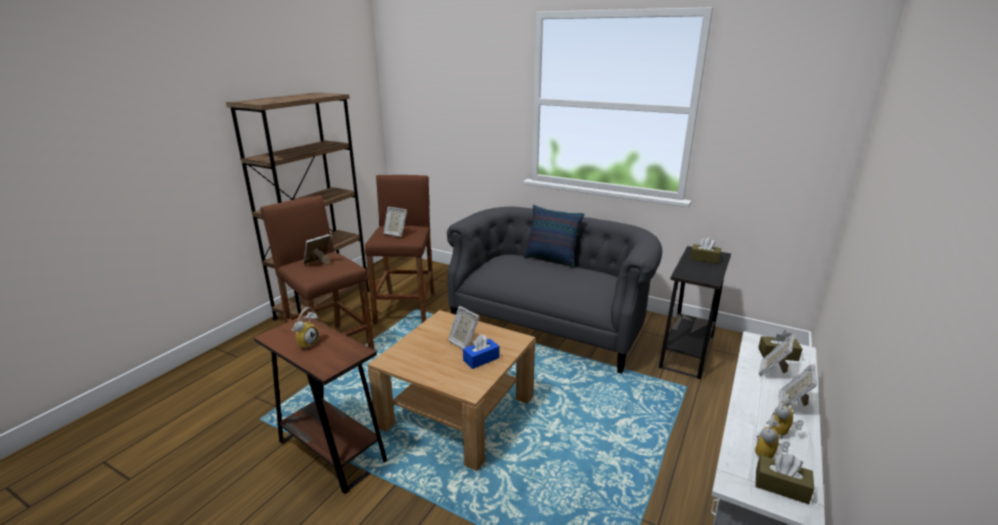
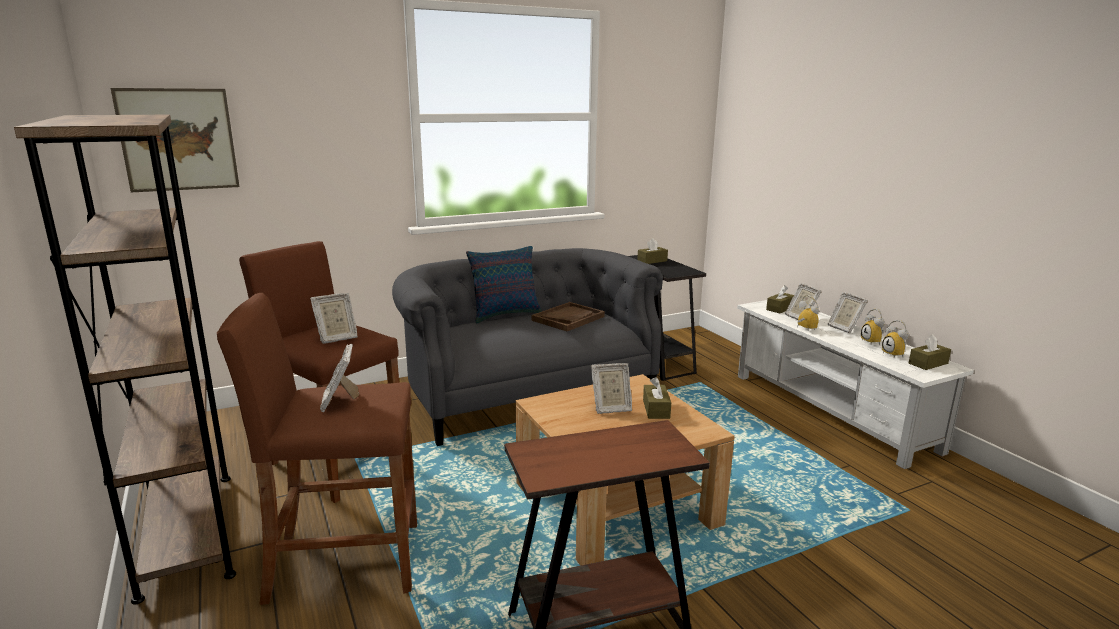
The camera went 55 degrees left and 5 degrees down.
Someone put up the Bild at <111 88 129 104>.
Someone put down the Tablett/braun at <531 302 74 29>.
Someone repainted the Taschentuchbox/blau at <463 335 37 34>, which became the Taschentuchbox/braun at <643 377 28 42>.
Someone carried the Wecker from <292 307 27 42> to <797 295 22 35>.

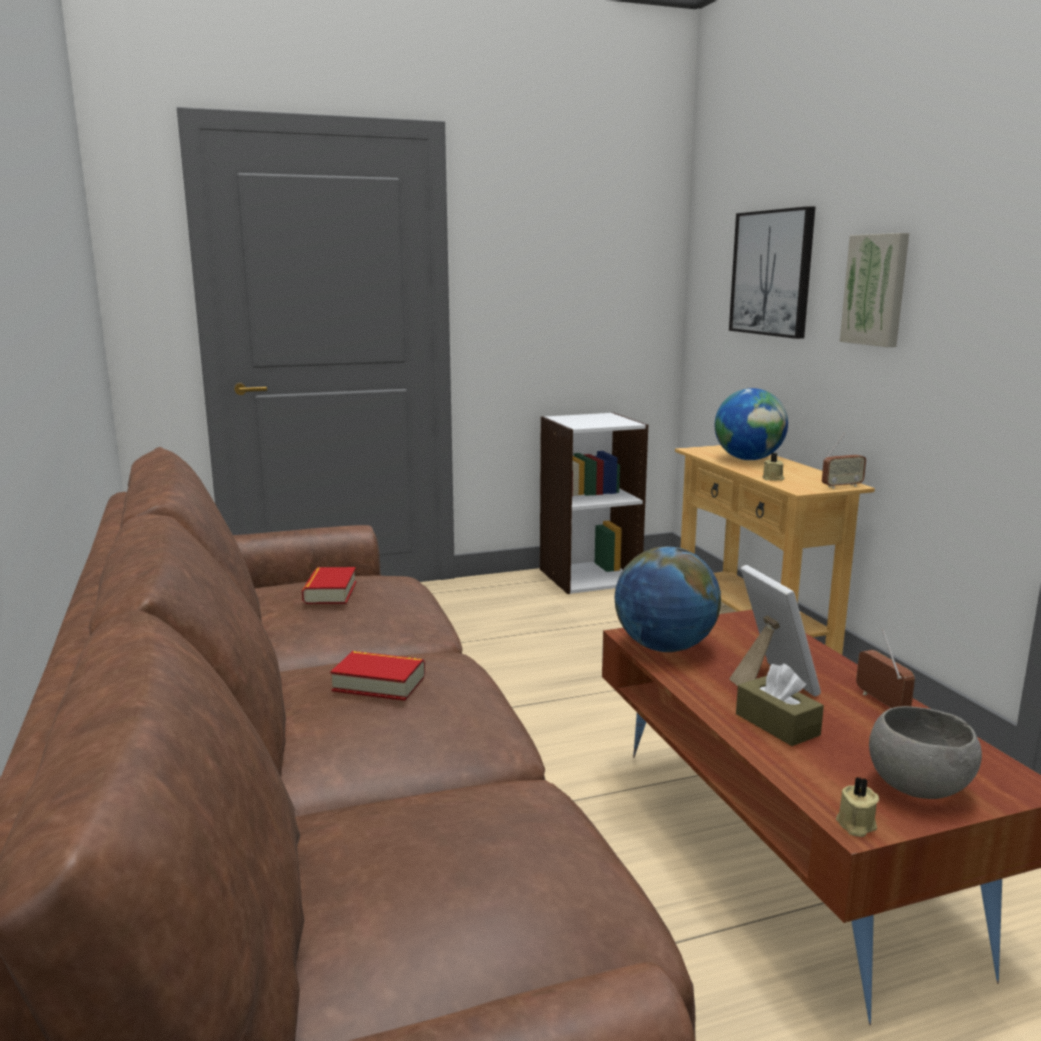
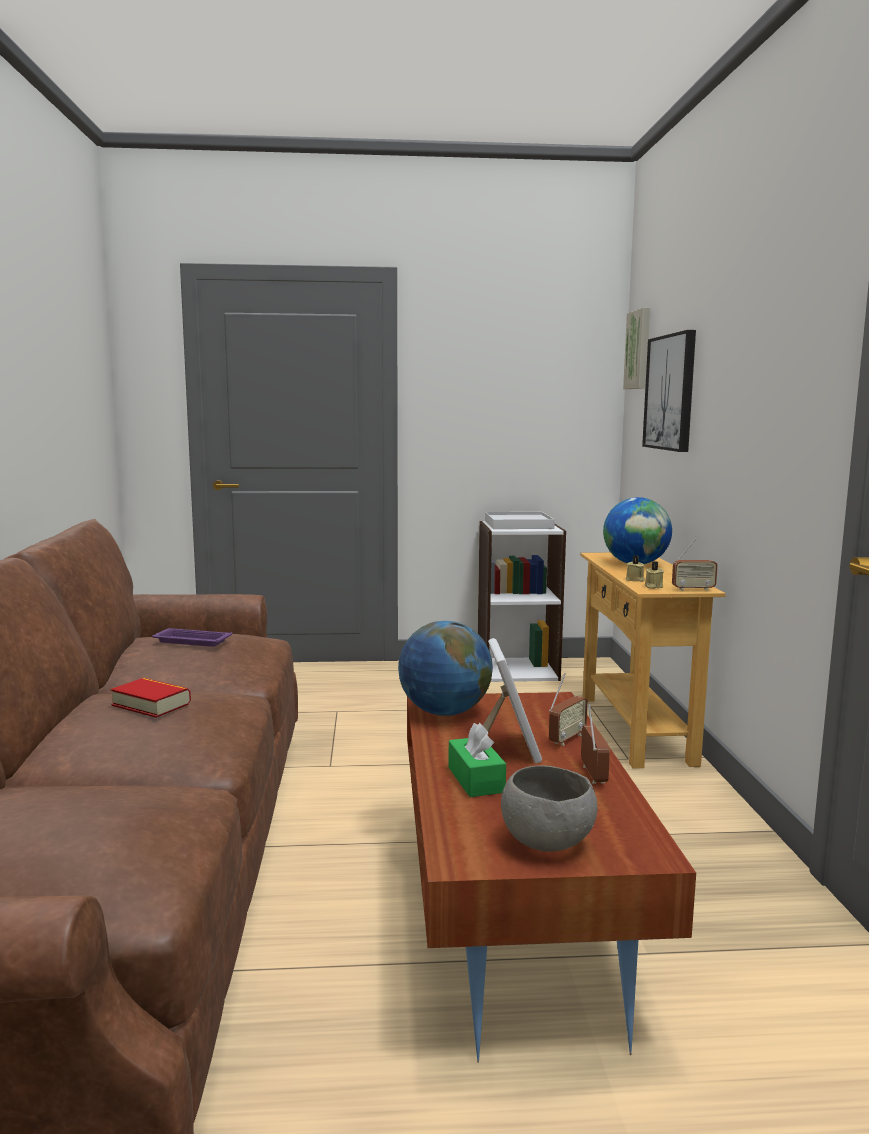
The camera went 15 degrees right and 5 degrees down.
Someone swapped the Buch at <302 567 54 37> for the Tablett/lila at <152 628 80 19>.
Someone repainted the Taschentuchbox/braun at <736 664 88 82>, which became the Taschentuchbox/grün at <448 723 58 74>.
Someone put down the Tablett/weiß at <485 512 70 17>.
Someone put down the Radio at <549 673 39 73>.
Someone carried the Bild from <840 233 69 114> to <623 308 27 81>.
Someone carried the Kerze/beige from <836 777 43 60> to <645 561 19 28>.

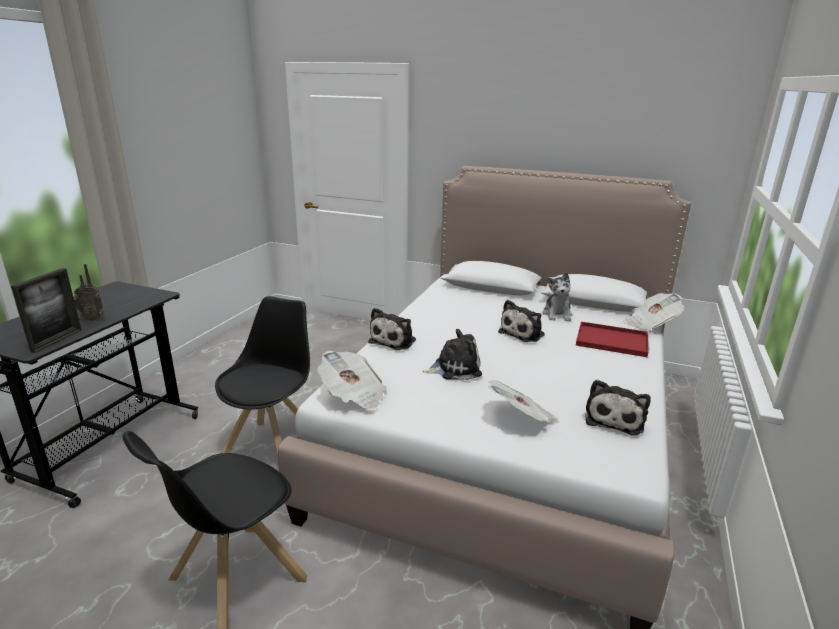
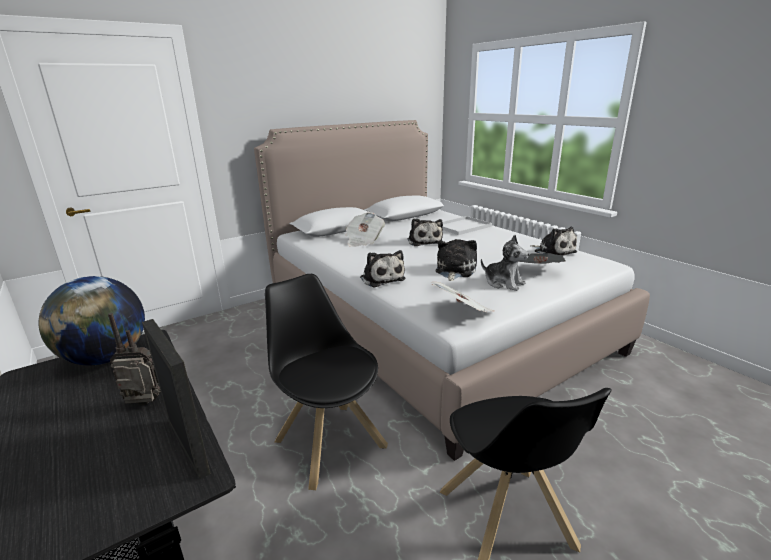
The camera went 55 degrees left and 0 degrees up.
Someone put down the Globus at <38 276 107 90>.
Someone rotated the Radio at <74 264 30 57> by 120 degrees counterclockwise.
Someone carried the Zeitung from <624 293 60 37> to <345 212 40 35>.
Someone repainted the Tablett/rot at <576 322 72 35>, which became the Tablett/weiß at <442 216 50 19>.
Someone carried the Plüschtier from <543 272 29 49> to <481 235 48 56>.

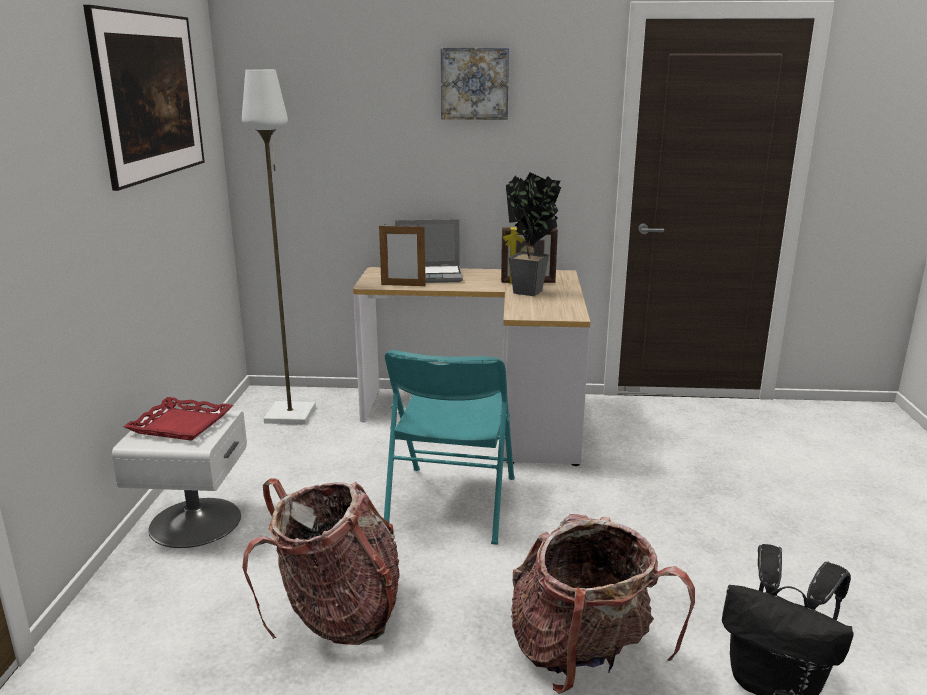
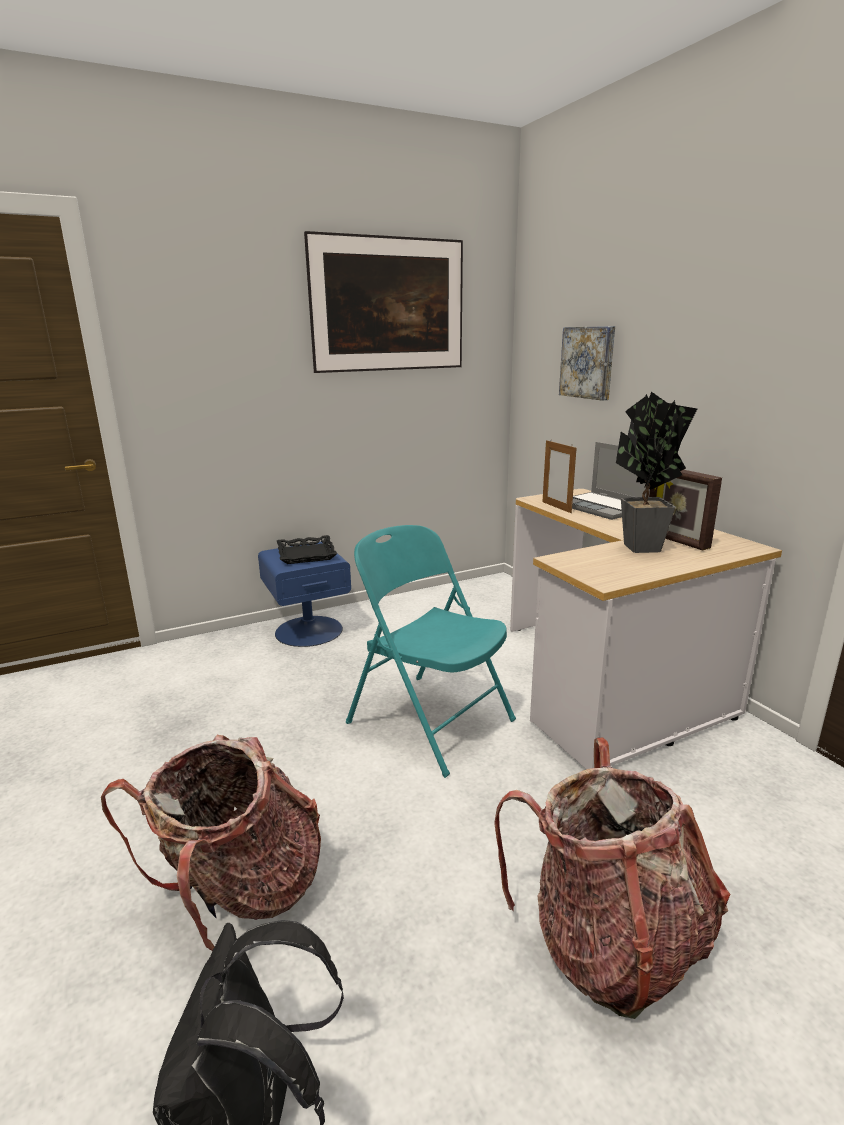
The camera went 60 degrees right and 0 degrees up.
Someone repainted the Nachttisch/weiß at <112 409 135 139>, which became the Nachttisch/blau at <258 542 93 105>.
Someone repainted the Tablett/rot at <123 397 110 44>, which became the Tablett/schwarz at <277 535 60 29>.
Someone rotated the Stuhl/türkis at <384 350 131 195> by 60 degrees clockwise.
Someone carried the Rucksack from <242 479 158 166> to <494 738 236 281>.
Someone carried the Bild from <441 48 68 72> to <559 326 56 75>.
Someone took away the Stehlampe/weiß at <242 70 74 355>.

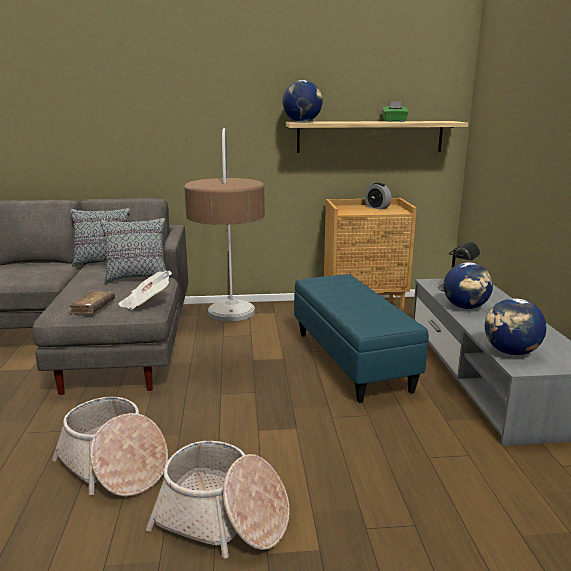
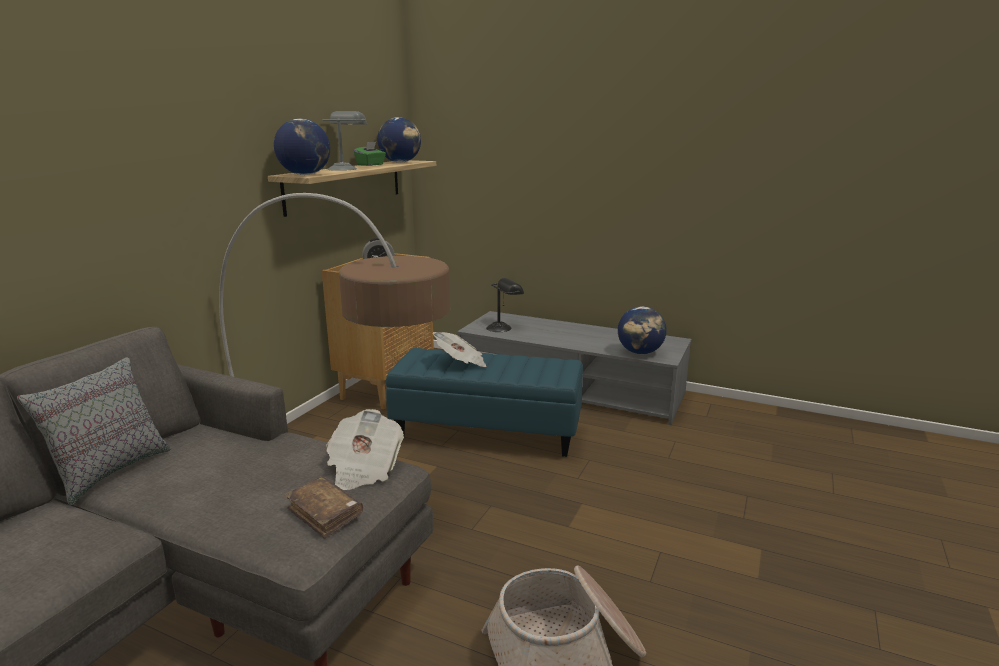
The camera went 60 degrees left and 0 degrees up.
Someone put down the Tischlampe/grau at <323 111 44 60>.
Someone carried the Globus from <444 262 49 47> to <377 117 44 46>.
Someone put down the Zeitung at <433 332 53 35>.
Someone took away the Kissen/grau at <100 218 66 66>.
Someone took away the Korb at <146 441 144 118>.

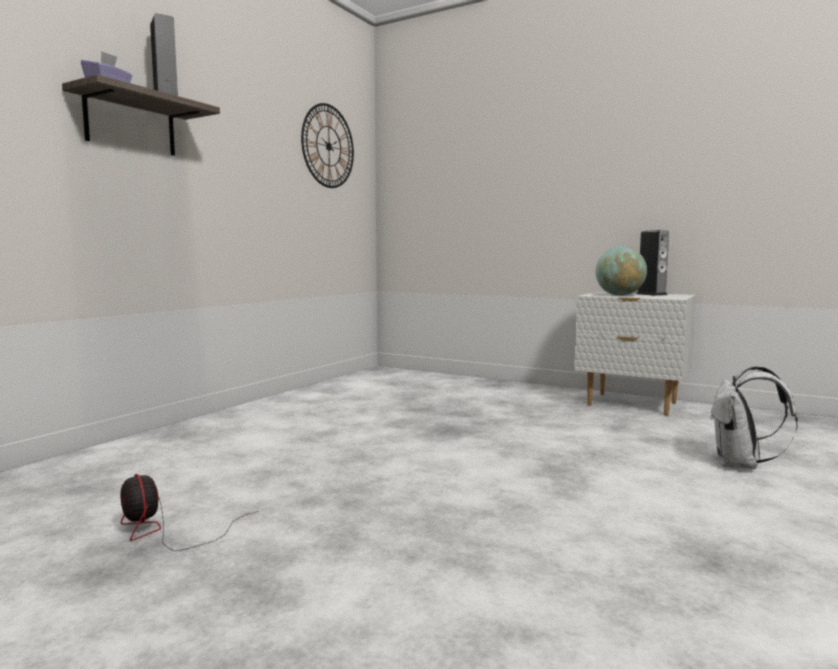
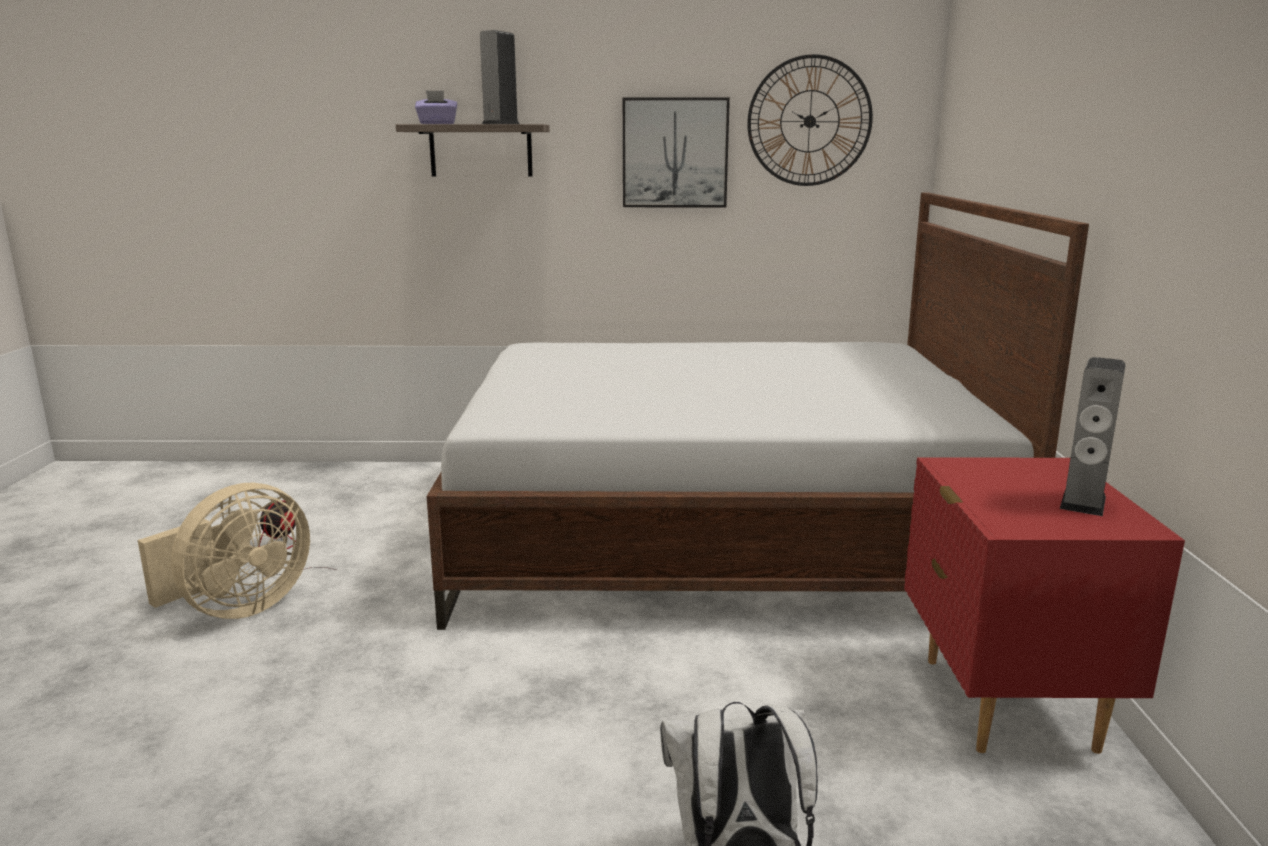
The camera went 60 degrees right and 10 degrees up.
Someone put down the Ventilator/beige at <138 483 172 136>.
Someone put down the Bett at <427 193 662 437>.
Someone put up the Bild at <623 98 107 109>.
Someone repainted the Nachttisch/weiß at <574 292 122 124>, which became the Nachttisch/rot at <904 457 281 297>.
Someone took away the Globus at <596 247 51 49>.

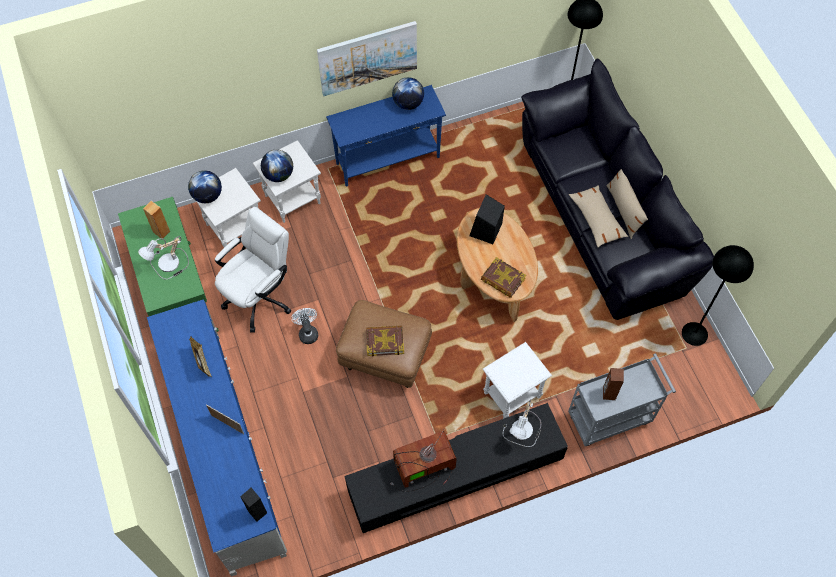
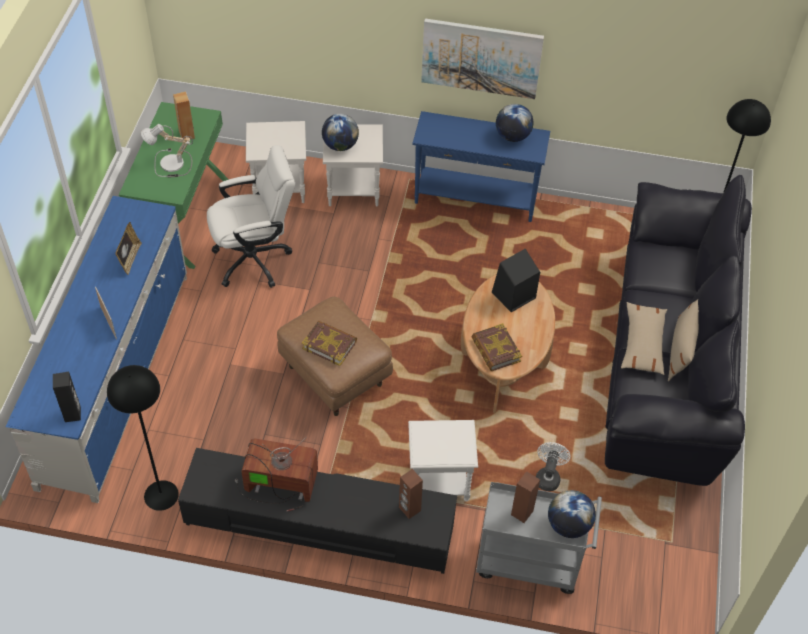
The camera went 30 degrees right and 10 degrees down.
Someone carried the Stehlampe/schwarz from <682 245 72 101> to <107 365 72 146>.
Someone swapped the Tischlampe at <503 399 38 48> for the Lautsprecher/braun at <399 469 24 50>.
Someone carried the Ventilator/weiß from <291 308 27 36> to <536 442 34 49>.
Someone carried the Globus from <188 170 34 33> to <548 490 48 48>.

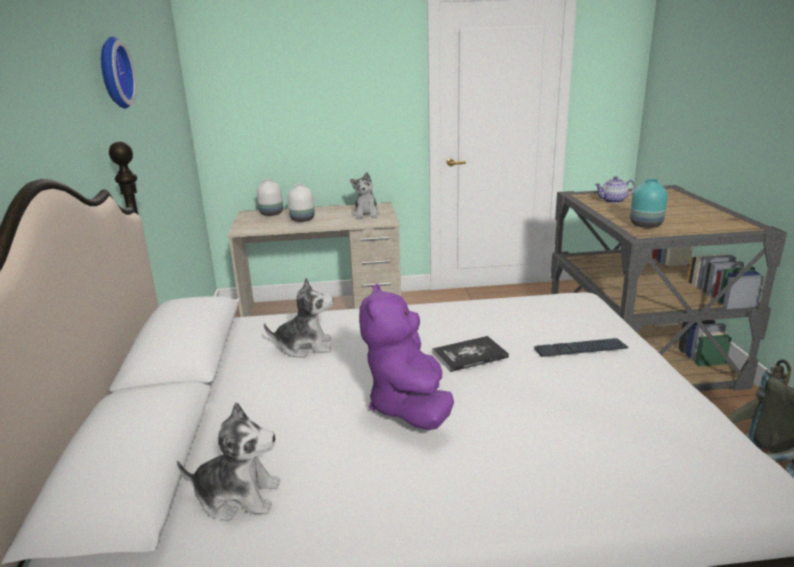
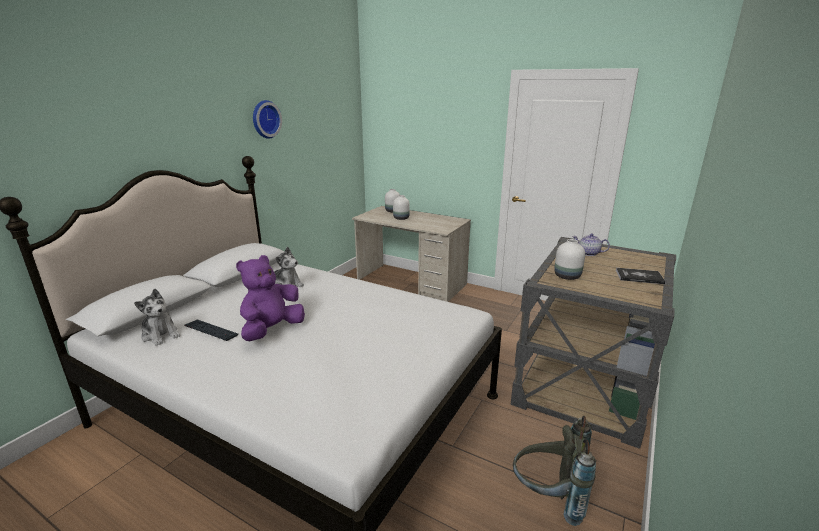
The camera went 35 degrees right and 0 degrees up.
Someone carried the Tastatur from <534 338 94 19> to <184 319 54 22>.
Someone repainted the Vase/türkis at <630 179 38 49>, which became the Vase/weiß at <554 239 31 41>.
Someone carried the Buch from <432 336 77 36> to <616 268 50 16>.
Someone took away the Plüschtier at <350 172 30 47>.

